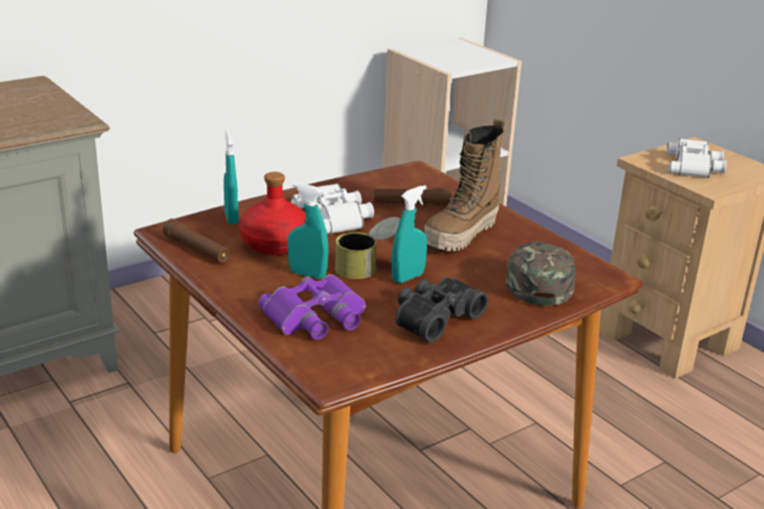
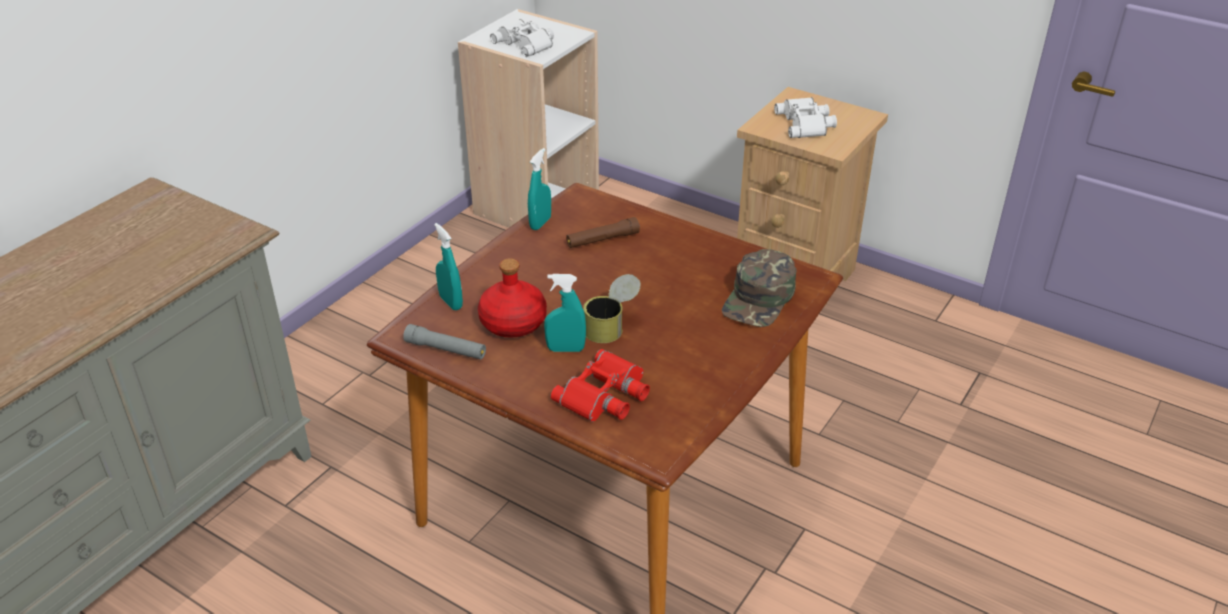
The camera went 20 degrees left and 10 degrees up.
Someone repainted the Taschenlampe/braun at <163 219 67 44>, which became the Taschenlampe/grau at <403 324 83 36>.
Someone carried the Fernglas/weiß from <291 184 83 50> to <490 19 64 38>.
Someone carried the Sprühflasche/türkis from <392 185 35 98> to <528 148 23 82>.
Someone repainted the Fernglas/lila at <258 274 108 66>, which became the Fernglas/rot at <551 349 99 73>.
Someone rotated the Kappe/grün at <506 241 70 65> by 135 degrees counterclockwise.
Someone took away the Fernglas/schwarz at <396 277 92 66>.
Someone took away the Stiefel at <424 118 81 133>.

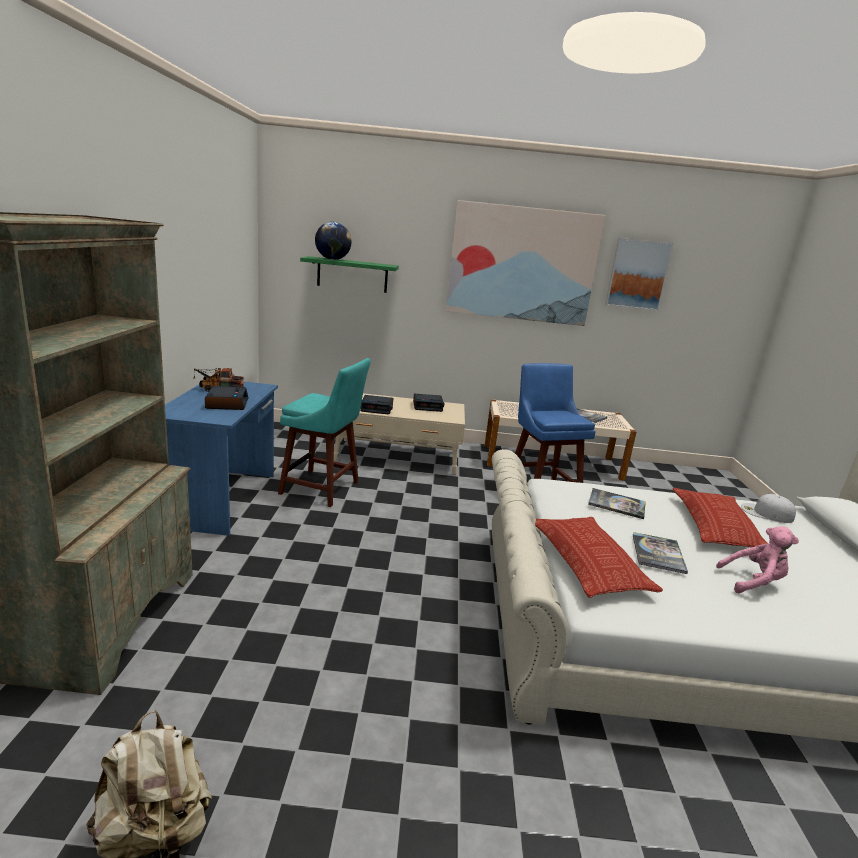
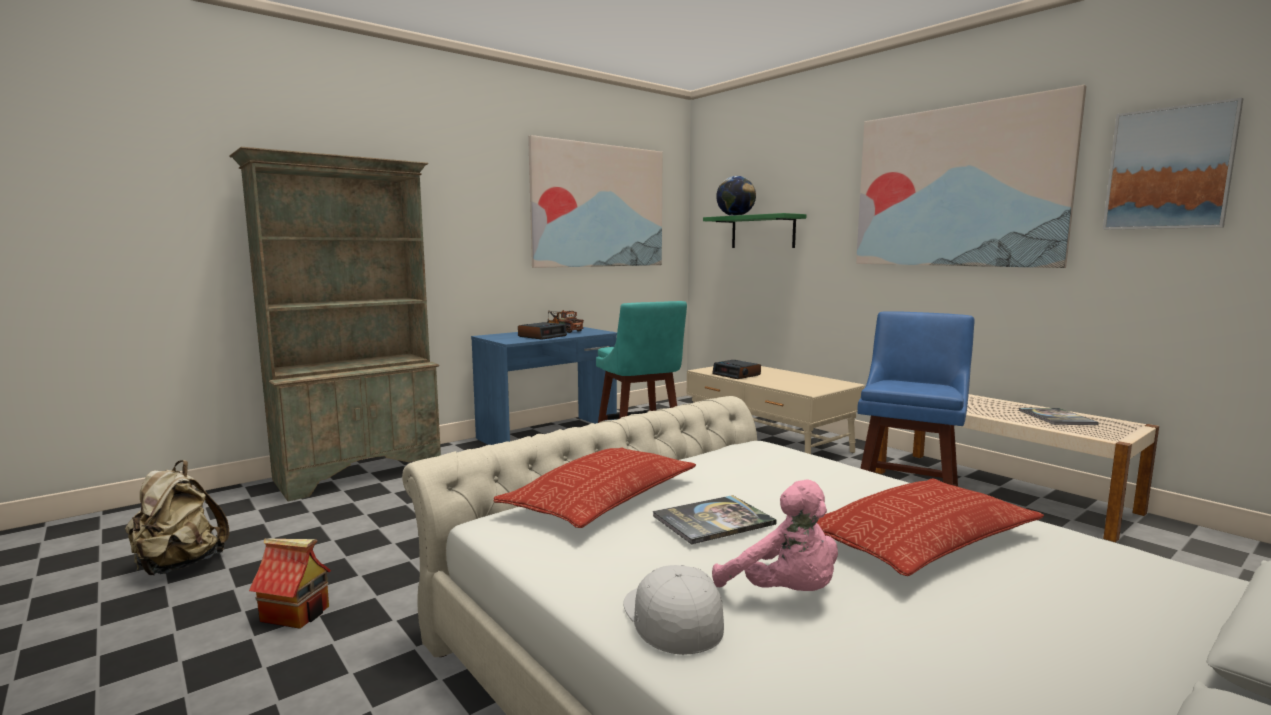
The camera went 50 degrees right and 10 degrees down.
Someone put down the Spielzeughaus at <249 539 82 90>.
Someone put up the Bild at <528 135 134 133>.
Someone carried the Kappe/weiß from <741 494 55 29> to <623 565 101 90>.
Someone took away the Wecker at <413 394 31 18>.
Someone took away the Buch at <588 488 58 31>.

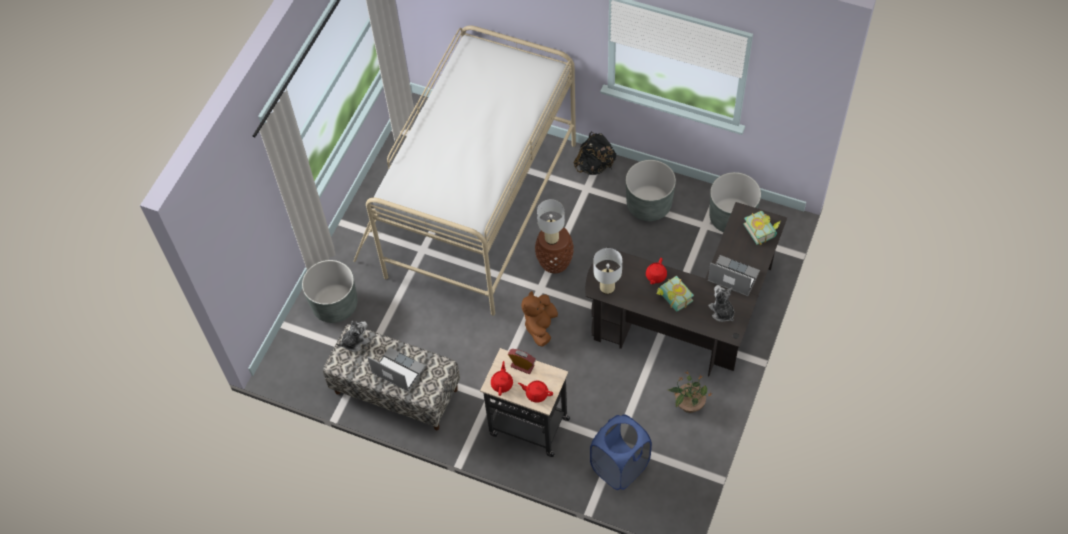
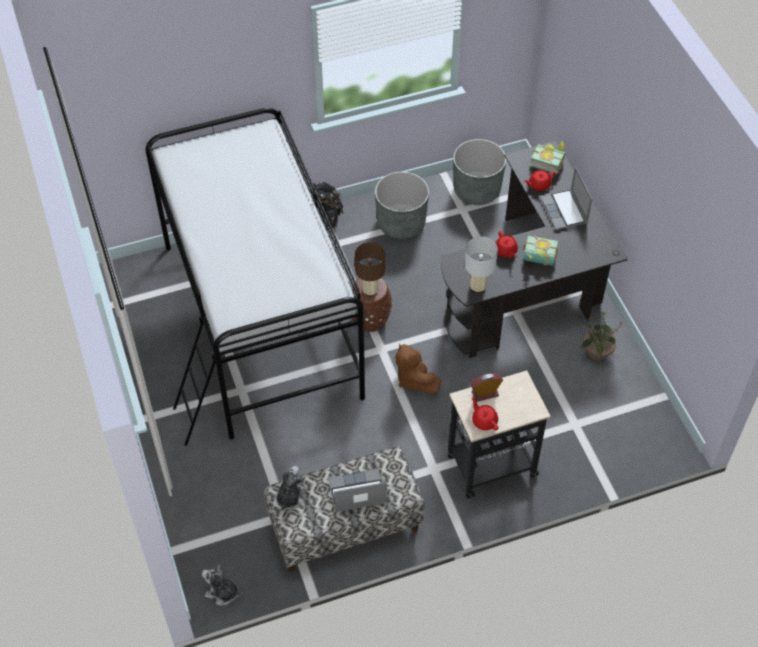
The camera went 45 degrees left and 5 degrees down.
Someone repainted the Bett/beige at <353 26 223 290>, which became the Bett/schwarz at <146 108 219 338>.
Someone carried the Plüschtier from <708 285 26 37> to <202 563 40 42>.
Someone repainted the Tischlampe/weiß at <537 199 28 46>, which became the Tischlampe/braun at <355 242 30 55>.
Someone carried the Teekanne/rot from <518 381 35 22> to <524 170 32 21>.
Someone rotated the Laptop at <708 255 52 41> by 90 degrees counterclockwise.
Someone took away the Pflanzkübel/grau at <302 260 56 63>.
Someone took away the Wäschekorb/blau at <590 414 62 76>.

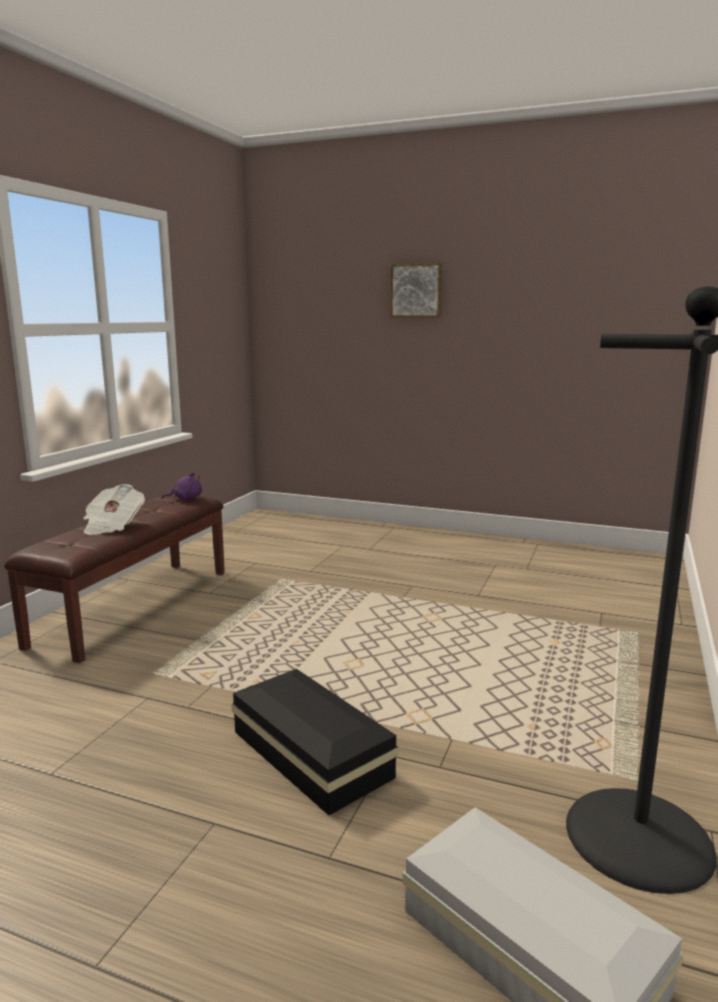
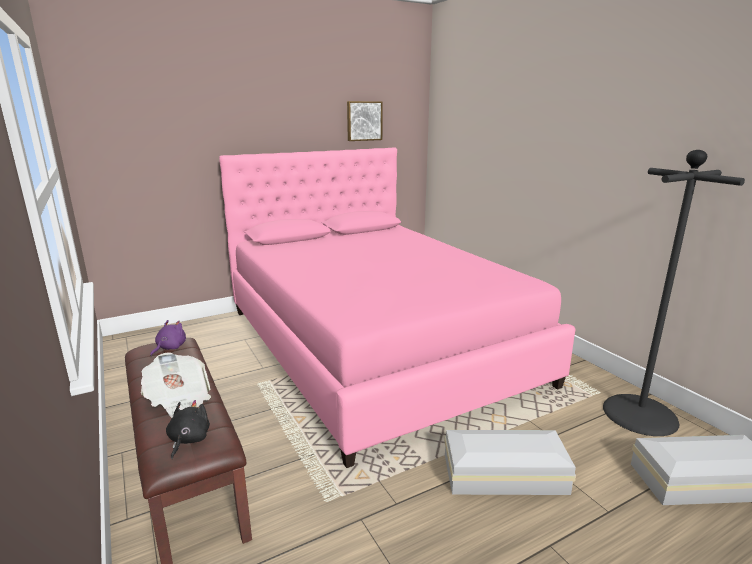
The camera went 50 degrees left and 5 degrees up.
Someone put down the Plüschtier/schwarz at <166 400 44 59>.
Someone put down the Bett/rosa at <219 147 357 321>.
Someone carried the Bild from <391 263 51 54> to <347 101 36 40>.
Someone repainted the Aufbewahrungsbox/schwarz at <231 669 168 146>, which became the Aufbewahrungsbox/weiß at <444 430 132 65>.

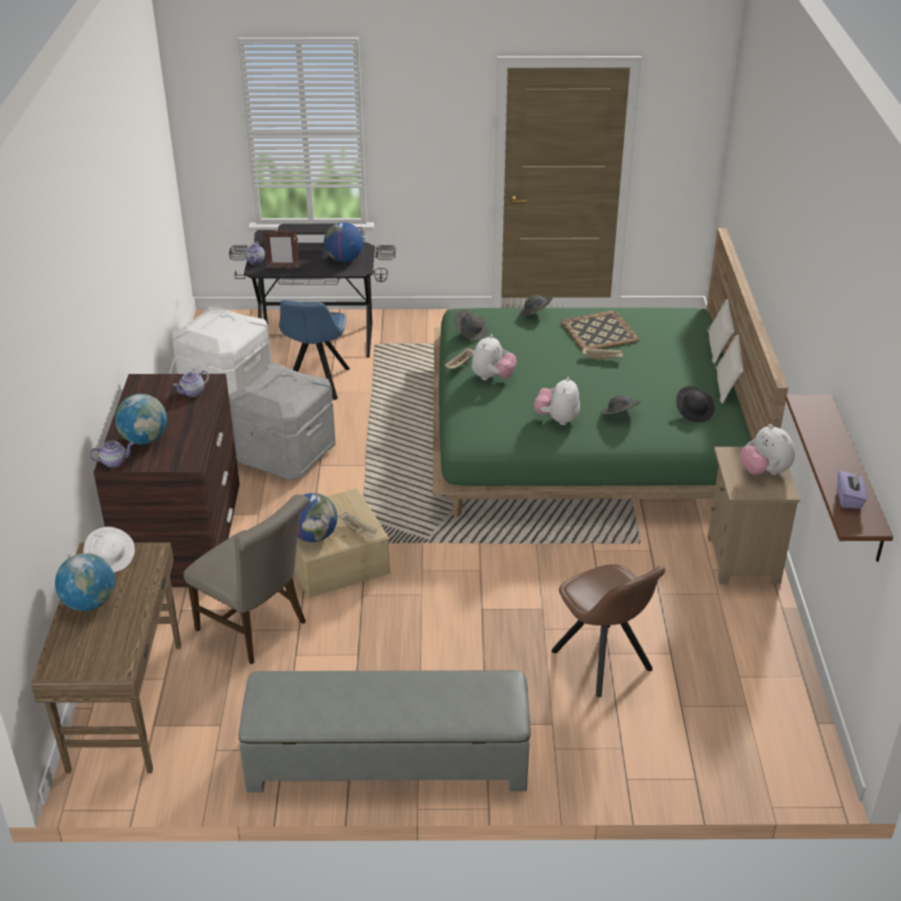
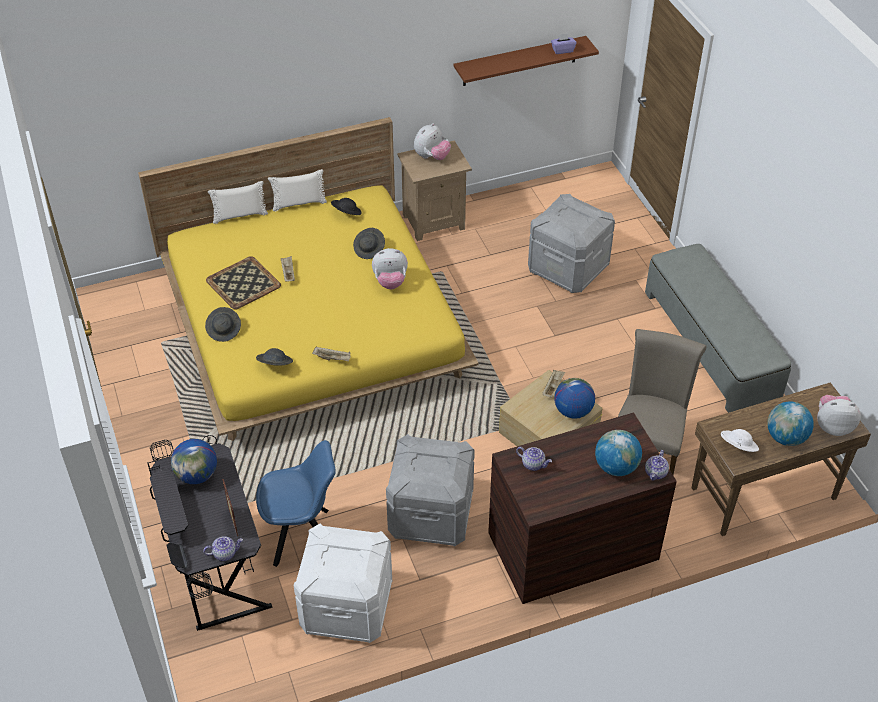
The camera went 110 degrees left and 10 degrees up.
Someone repainted the Bett/grün at <433 228 355 289>, which became the Bett/gelb at <138 117 341 324>.
Someone swapped the Stuhl/braun at <552 564 113 133> for the Aufbewahrungsbox/grau at <528 194 87 99>.
Someone rotated the Teekanne at <90 441 44 27> by 120 degrees counterclockwise.
Someone carried the Plüschtier from <472 334 45 46> to <817 395 44 41>.

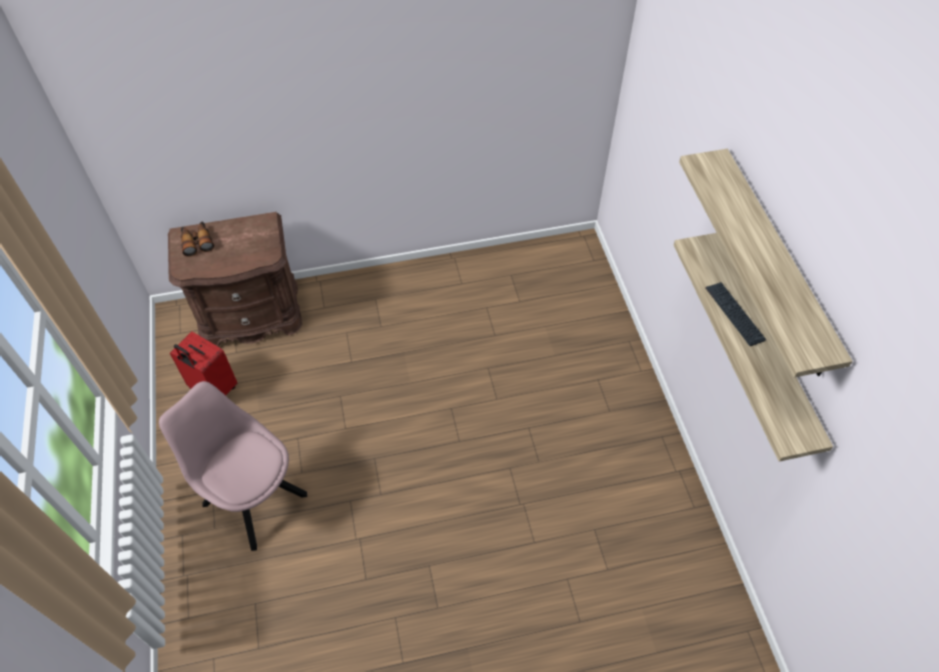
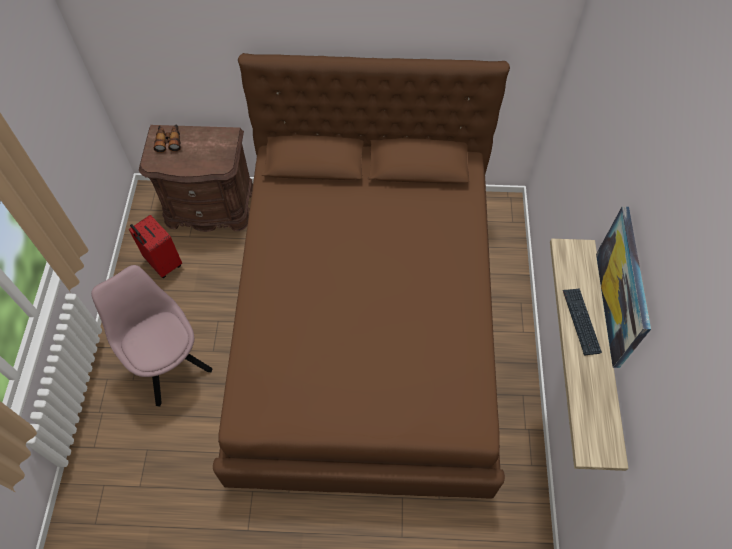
The camera went 15 degrees right and 5 degrees up.
Someone put down the Bett/braun at <213 53 297 446>.
Someone swapped the Wandregal at <679 149 174 229> for the Bild at <596 207 55 161>.

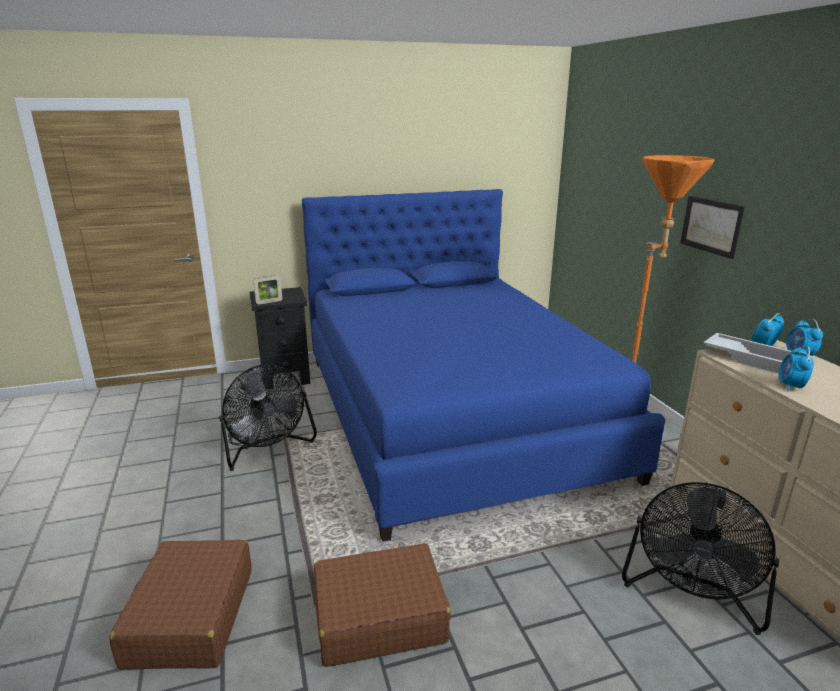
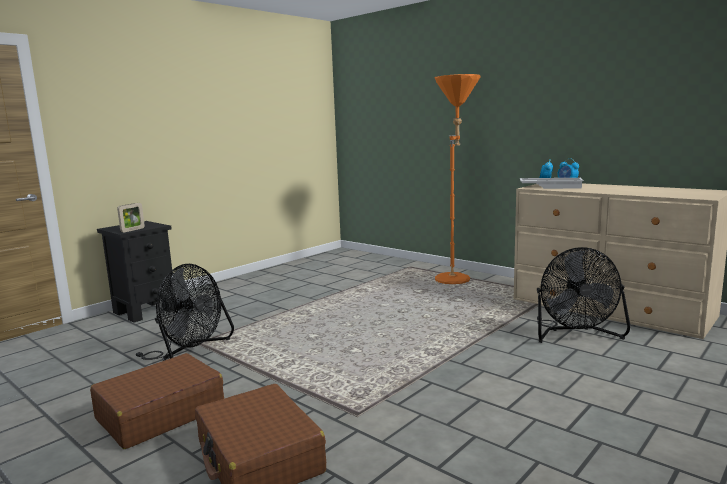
The camera went 30 degrees left and 10 degrees down.
Someone carried the Koffer/braun from <314 543 137 124> to <90 353 134 96>.
Someone took away the Bett/blau at <302 189 363 353>.
Someone took away the Bild at <680 196 64 63>.
Someone took away the Wecker at <779 346 35 45>.

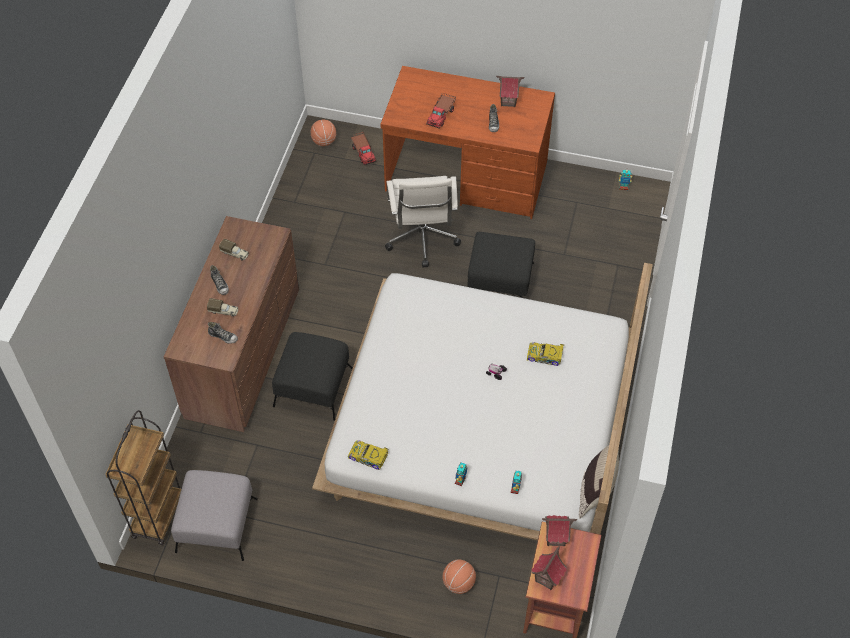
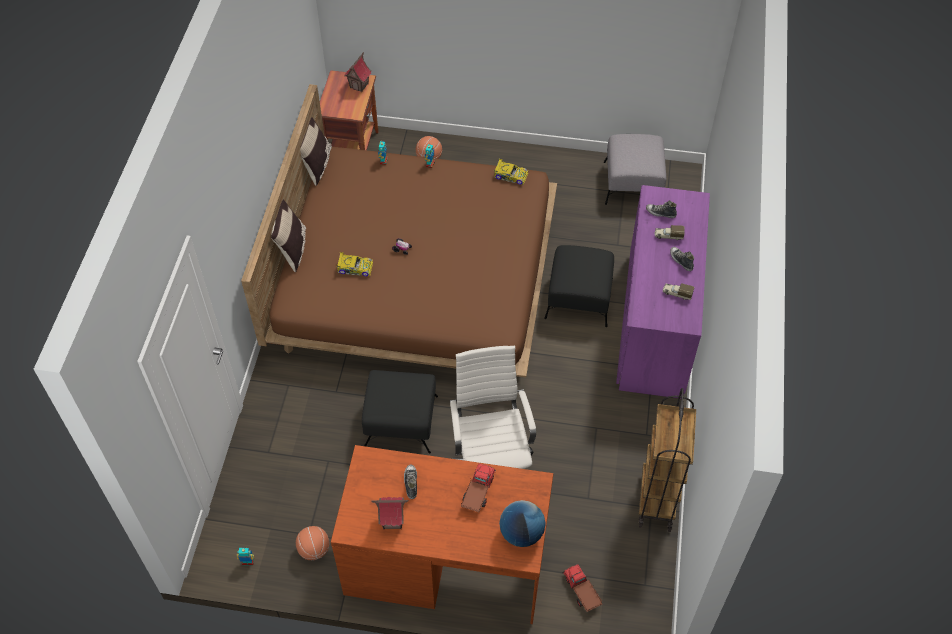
The camera went 175 degrees right and 0 degrees up.
Someone repainted the Bett/weiß at <312 263 341 278>, which became the Bett/braun at <241 84 316 294>.
Someone put down the Kissen at <271 199 35 73>.
Someone carried the Basketball from <310 120 26 26> to <296 526 33 34>.
Someone put down the Globus at <499 500 47 47>.
Someone repainted the Kommode/braun at <164 216 135 216>, which became the Kommode/lila at <616 185 94 214>.
Someone carried the Rollwagen/braun from <105 410 77 135> to <638 388 58 144>.
Someone took away the Spielzeughaus at <542 515 35 31>.

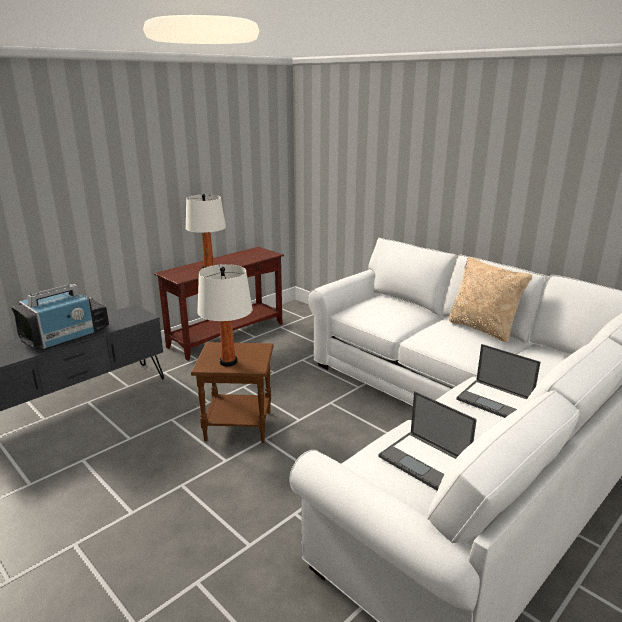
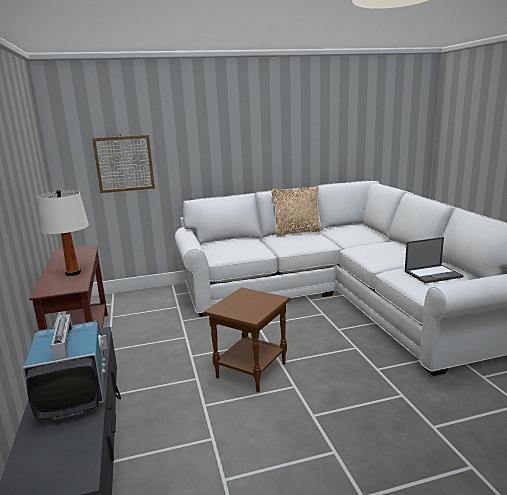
The camera went 60 degrees left and 5 degrees down.
Someone put up the Bild at <92 135 63 58>.
Someone took away the Tischlampe/weiß at <197 264 55 102>.
Someone took away the Laptop at <456 344 85 74>.

